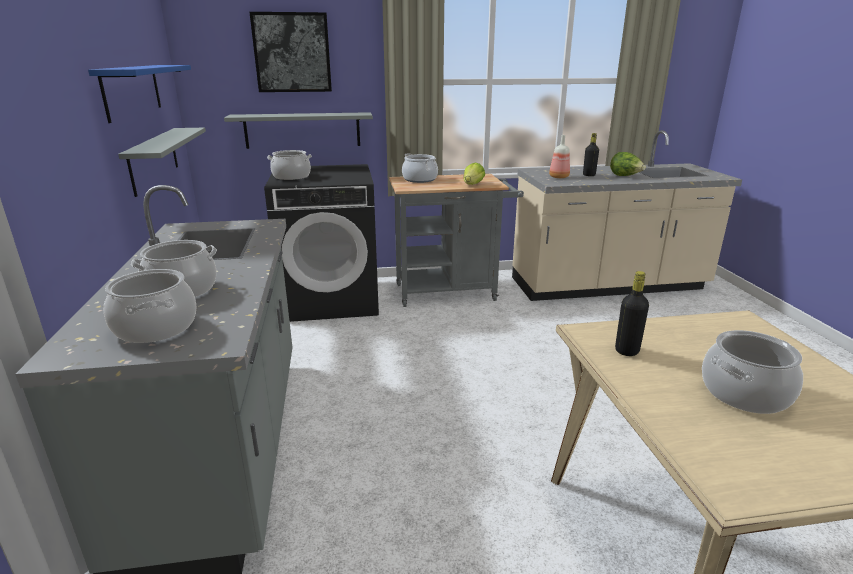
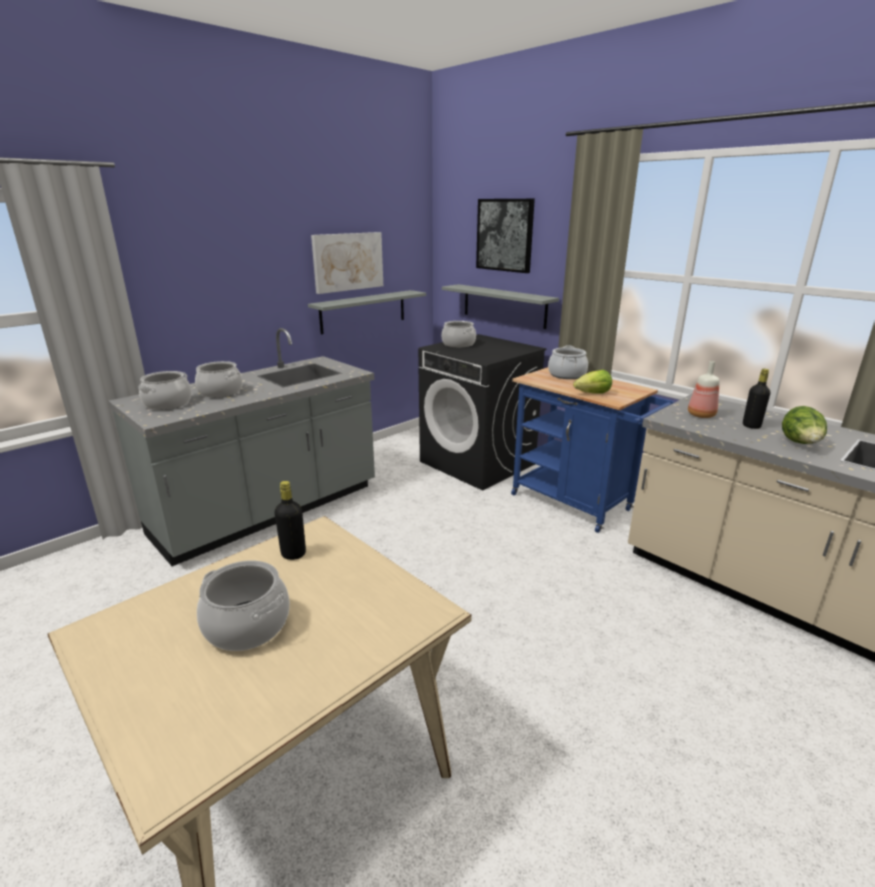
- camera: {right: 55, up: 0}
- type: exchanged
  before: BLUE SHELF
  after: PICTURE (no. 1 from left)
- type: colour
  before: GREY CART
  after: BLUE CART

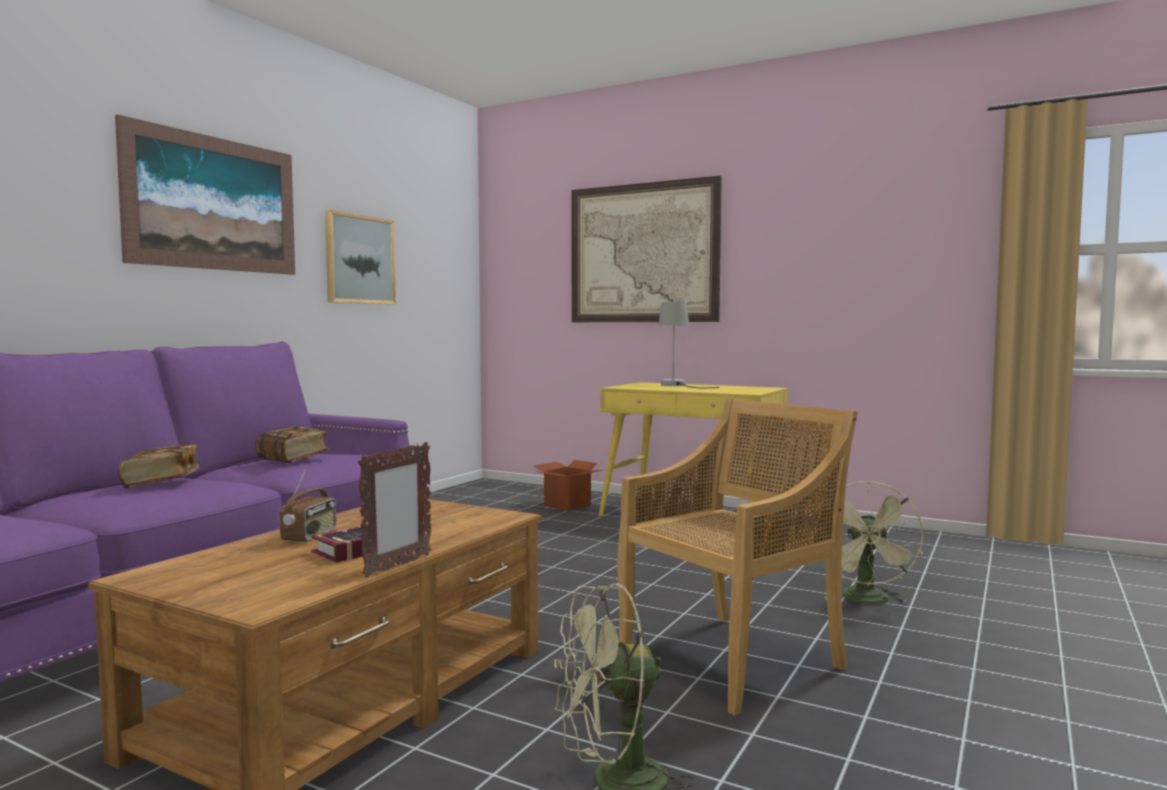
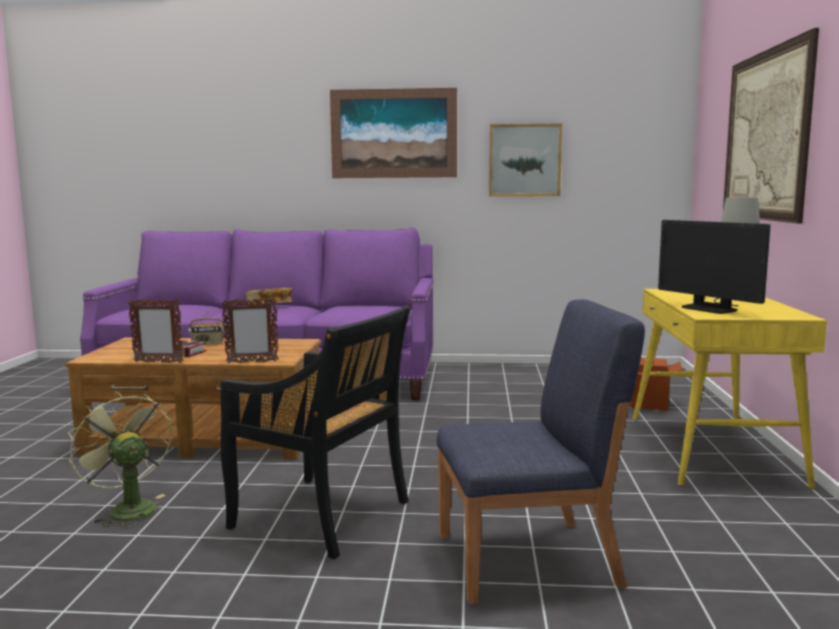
- camera: {right: 65, up: 5}
- type: appeared
  after: PICTURE FRAME (no. 2 from left)
- type: colour
  before: BEIGE CHAIR
  after: BLACK CHAIR
- type: exchanged
  before: GREEN FAN (no. 2 from left)
  after: BLUE CHAIR
- type: appeared
  after: MONITOR
- type: missing
  before: BOOK (no. 2 from left)

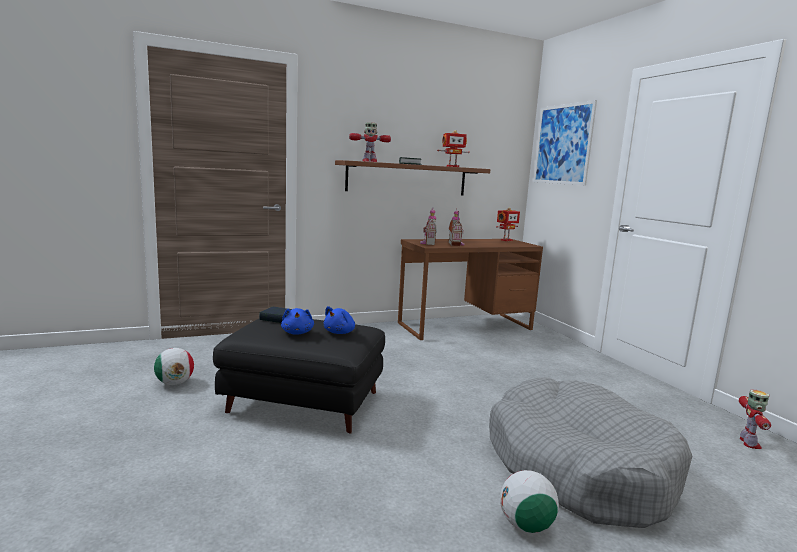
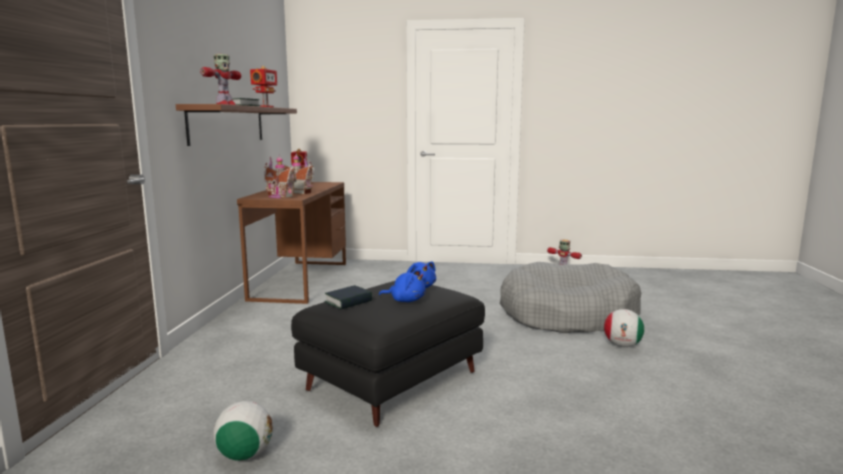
- camera: {right: -60, up: 0}
- type: missing
  before: PICTURE

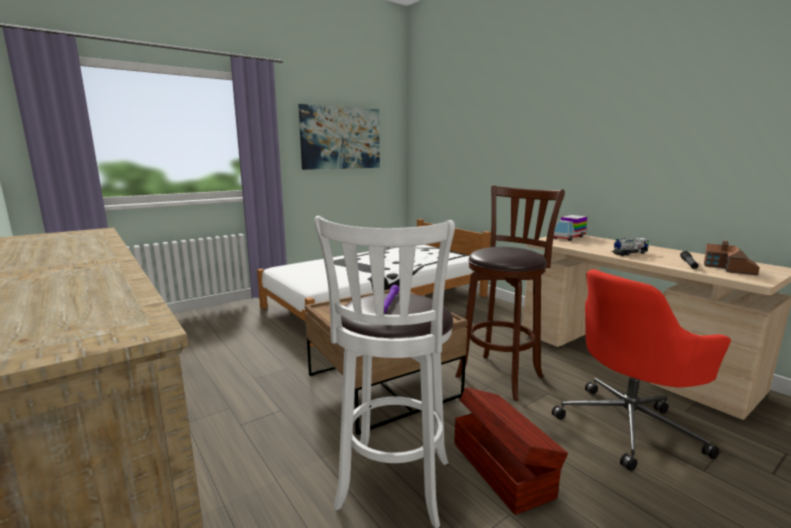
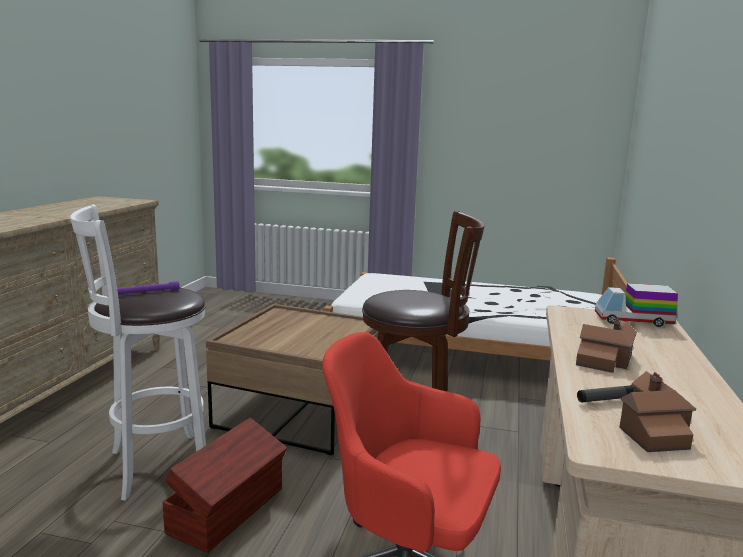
- camera: {right: 50, up: 0}
- type: exchanged
  before: TOY TRUCK (no. 2 from left)
  after: TOY HOUSE (no. 1 from left)
- type: missing
  before: PICTURE

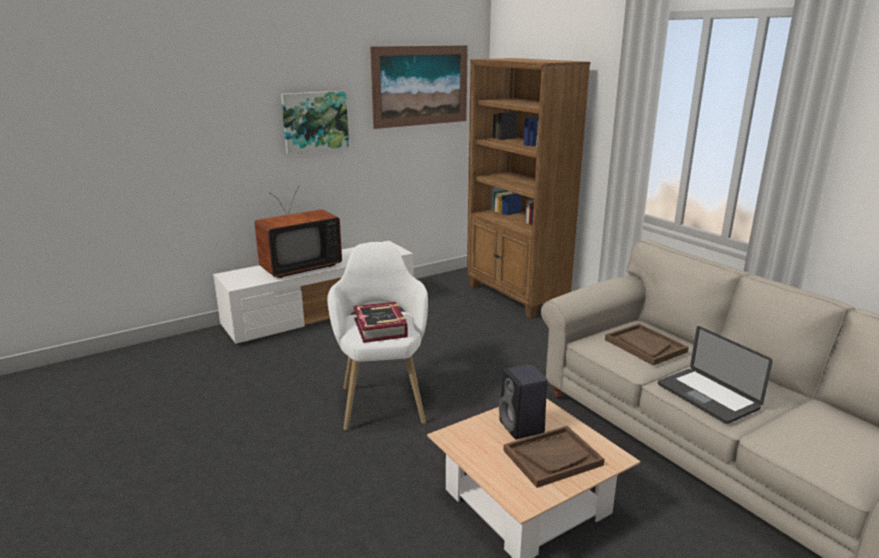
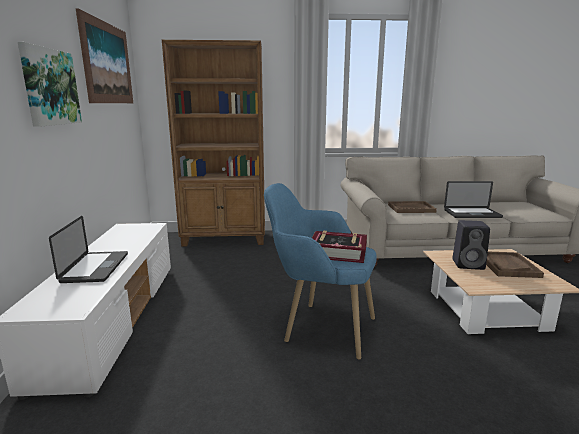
- camera: {right: -60, up: -5}
- type: exchanged
  before: TELEVISION
  after: LAPTOP (no. 1 from left)
- type: colour
  before: WHITE ARMCHAIR
  after: BLUE ARMCHAIR

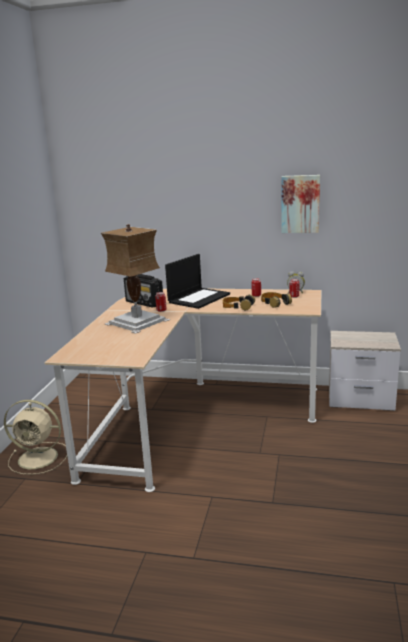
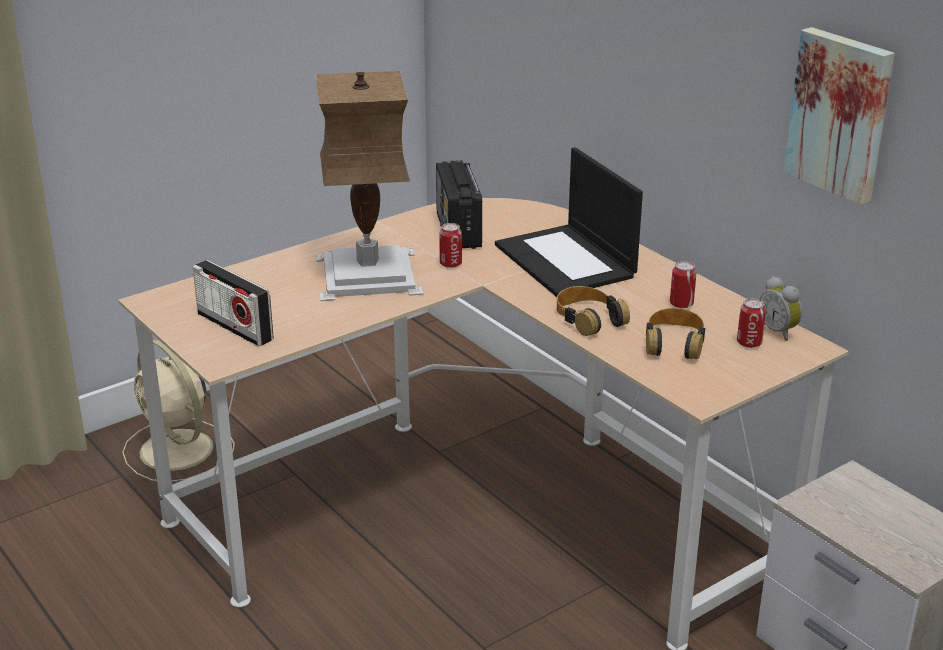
- camera: {right: 40, up: 10}
- type: appeared
  after: RADIO (no. 1 from left)
- type: spun
  before: LAPTOP
  turn: 75

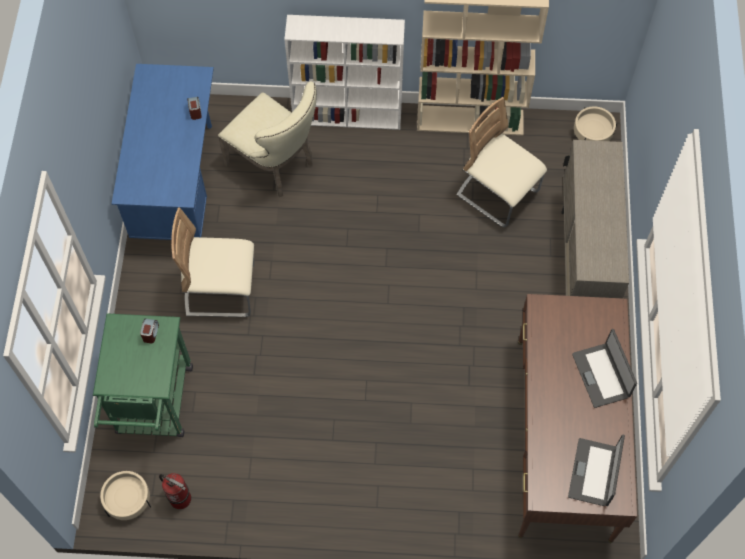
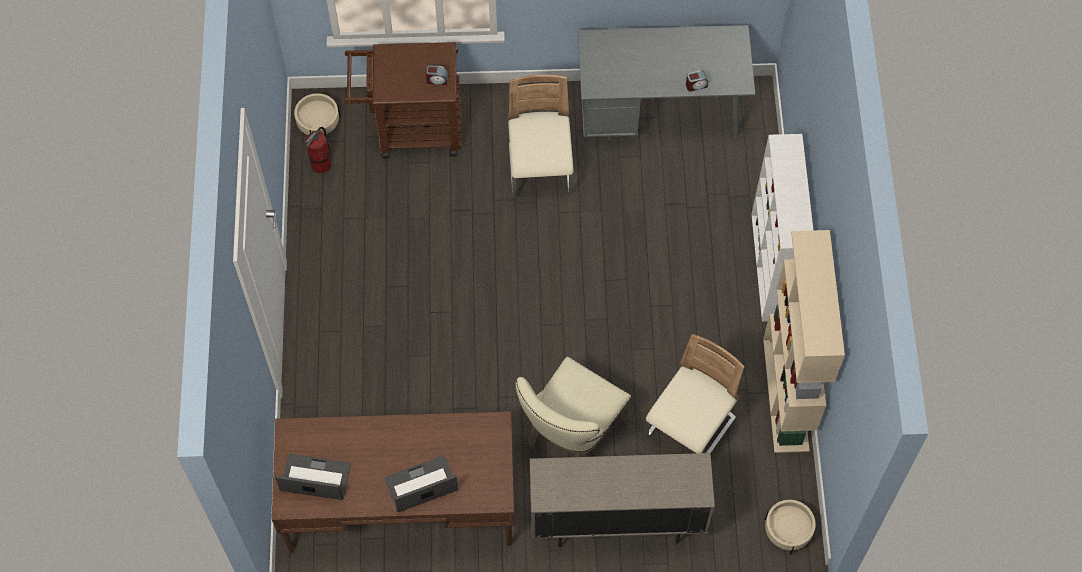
- camera: {right: 85, up: 0}
- type: colour
  before: GREEN CART
  after: BROWN CART
- type: relocated
  before: BEIGE CHAIR (no. 2 from left)
- type: colour
  before: BLUE DESK
  after: GREY DESK

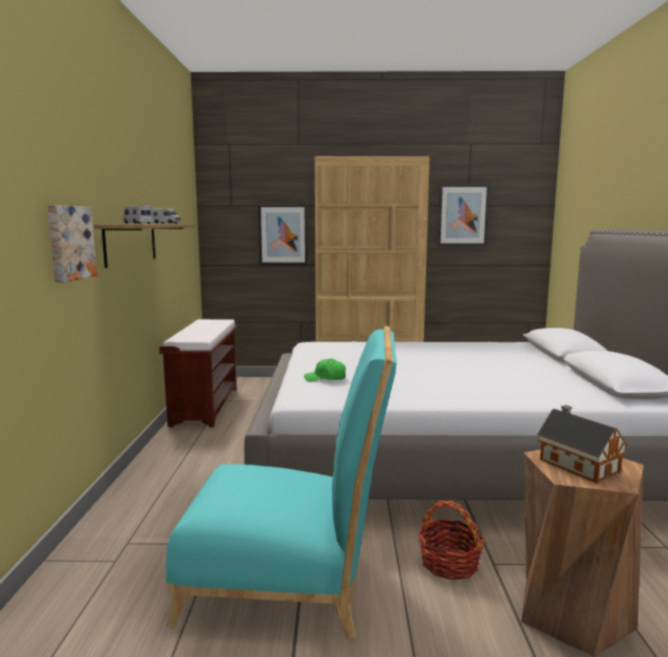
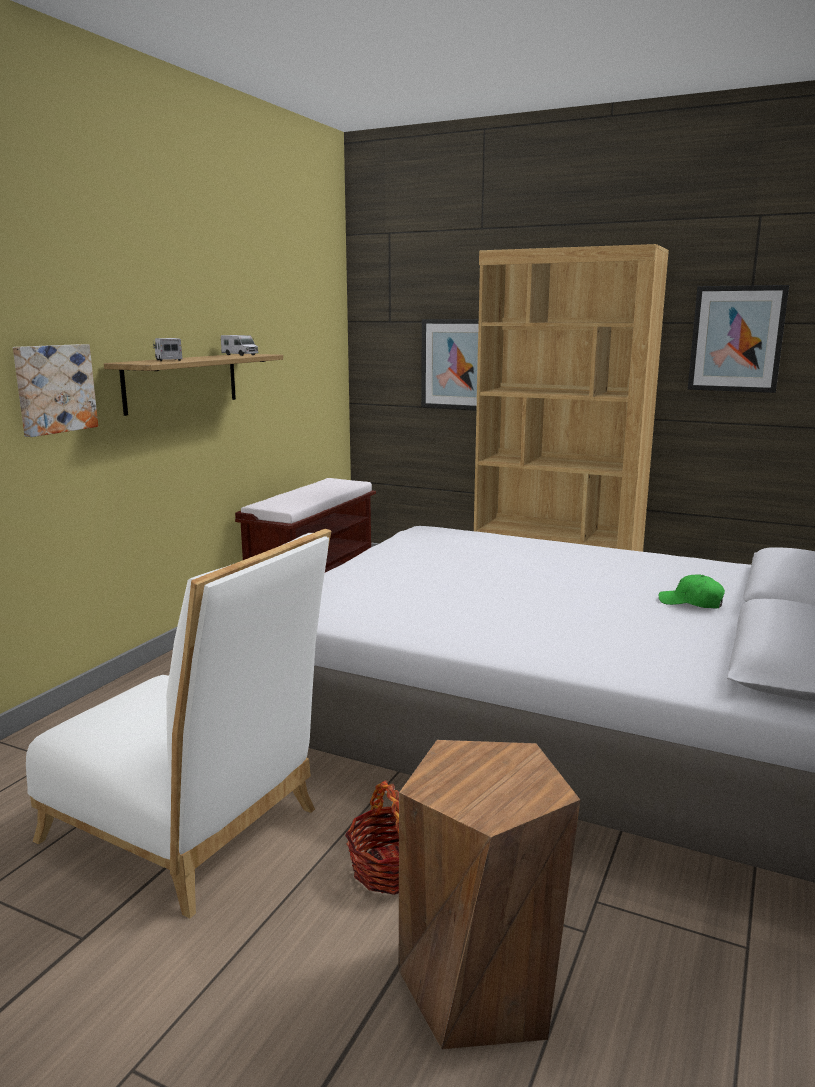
- camera: {right: 25, up: 5}
- type: colour
  before: TURQUOISE CHAIR
  after: WHITE CHAIR
- type: relocated
  before: GREEN CAP
- type: missing
  before: TOY HOUSE

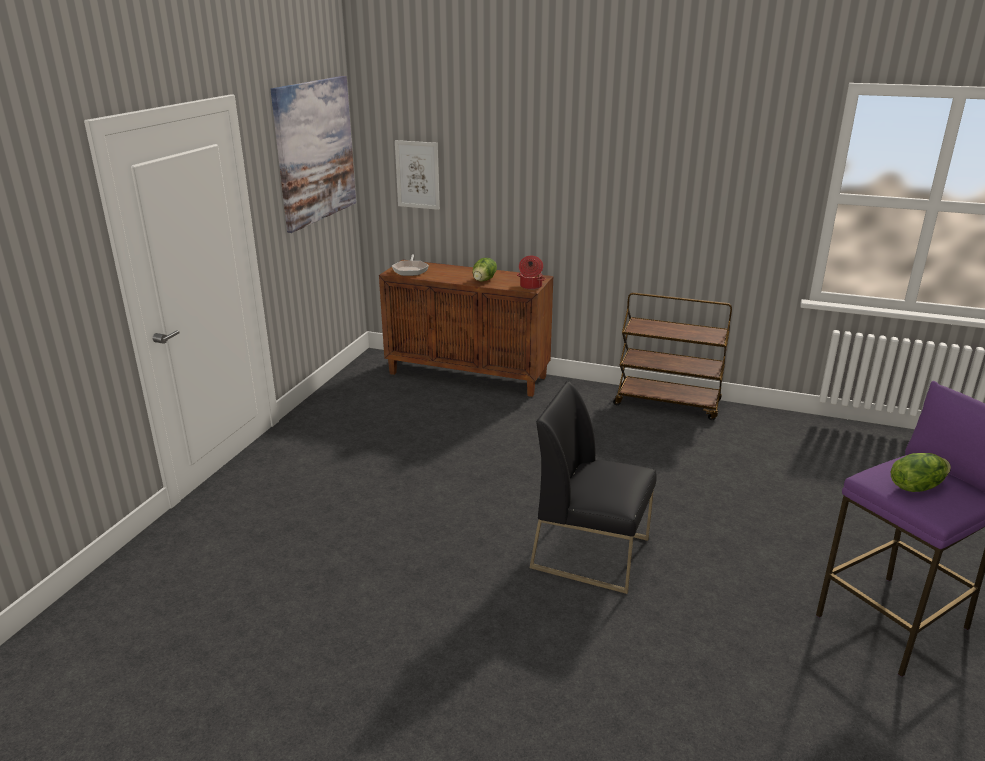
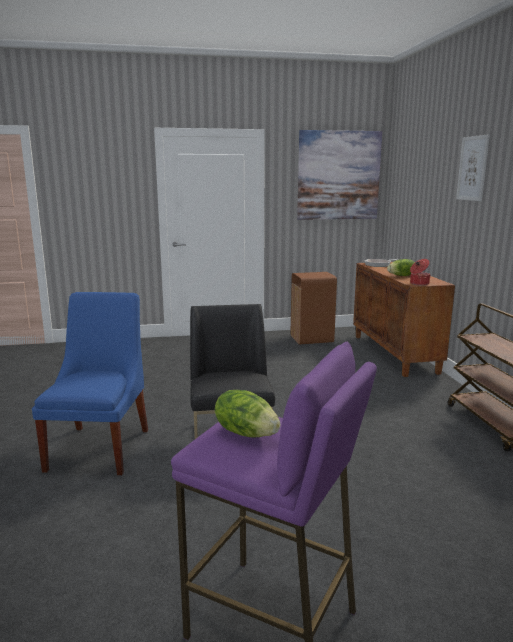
- camera: {right: 60, up: -10}
- type: appeared
  after: BLUE CHAIR
- type: appeared
  after: BROWN TRASH CAN
- type: relocated
  before: PICTURE (no. 2 from left)

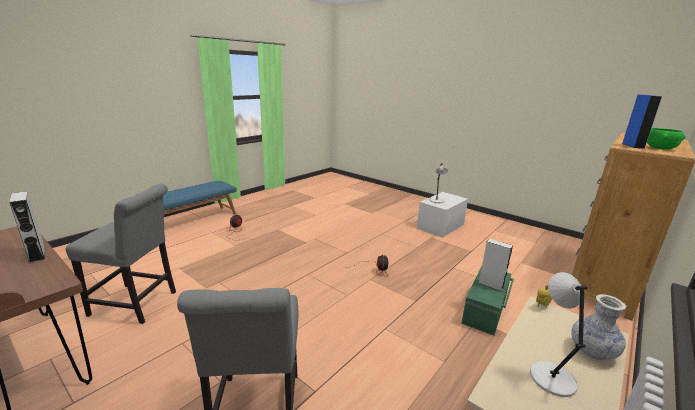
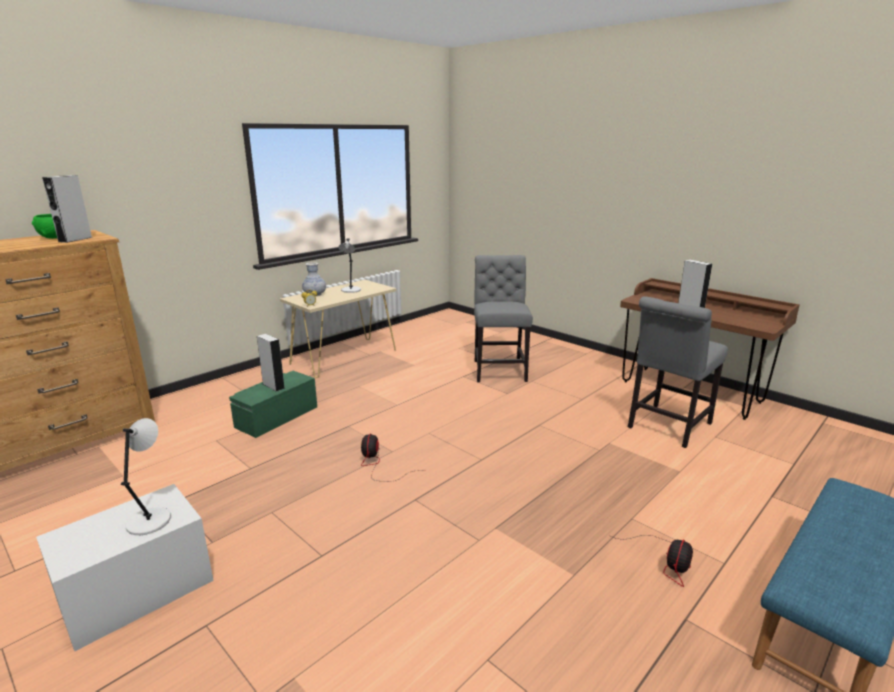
- camera: {right: -175, up: 0}
- type: colour
  before: BLUE SPEAKER
  after: GREY SPEAKER (no. 1 from left)
- type: spun
  before: GREY CHAIR (no. 1 from left in the first image)
  turn: -60

